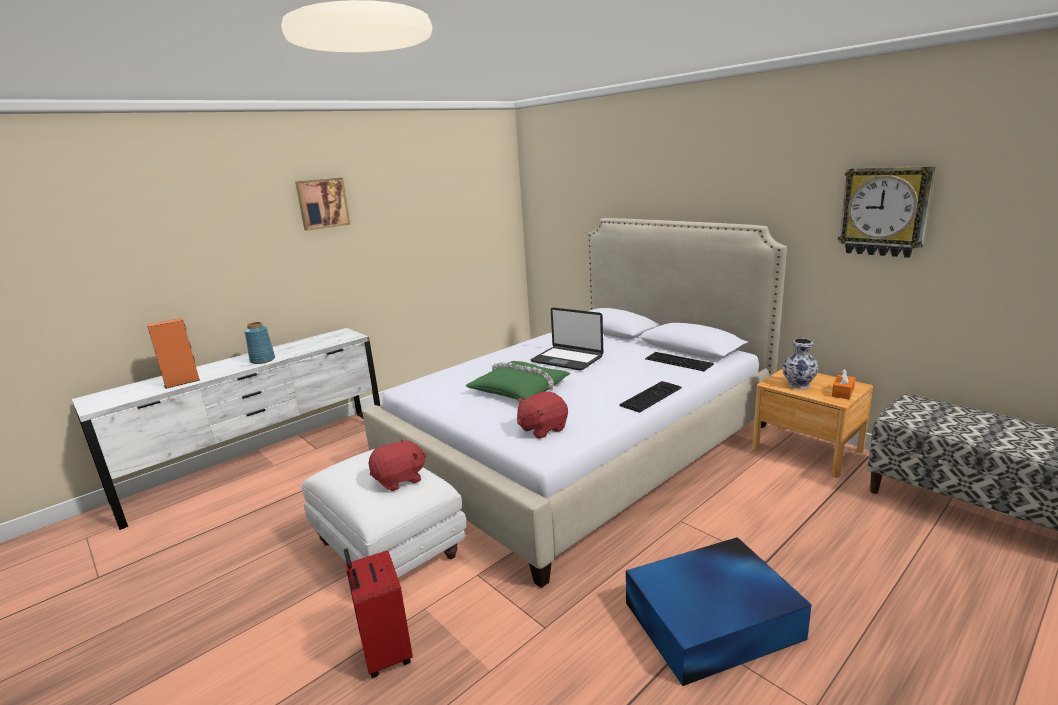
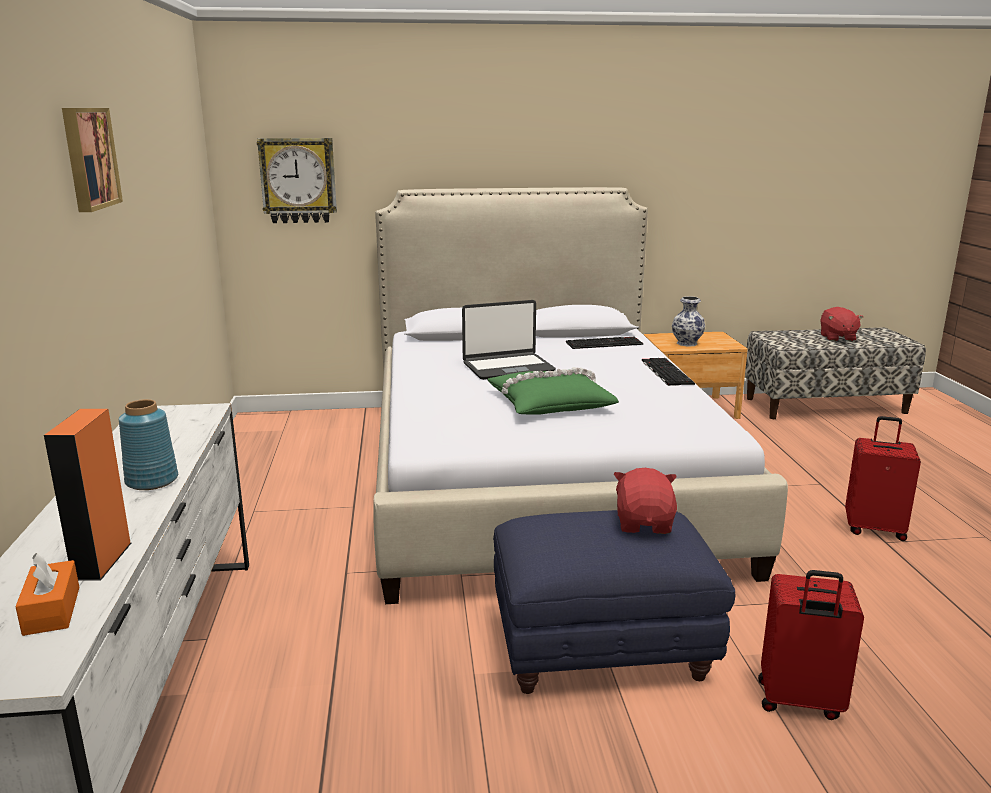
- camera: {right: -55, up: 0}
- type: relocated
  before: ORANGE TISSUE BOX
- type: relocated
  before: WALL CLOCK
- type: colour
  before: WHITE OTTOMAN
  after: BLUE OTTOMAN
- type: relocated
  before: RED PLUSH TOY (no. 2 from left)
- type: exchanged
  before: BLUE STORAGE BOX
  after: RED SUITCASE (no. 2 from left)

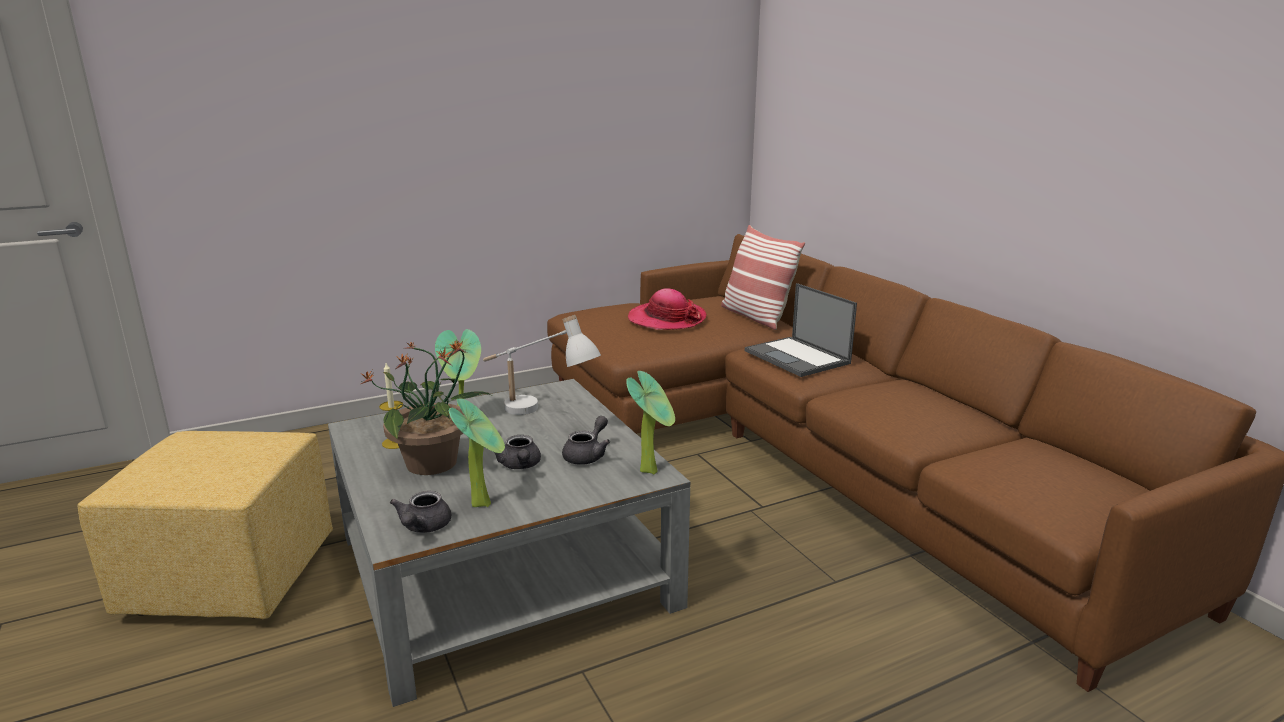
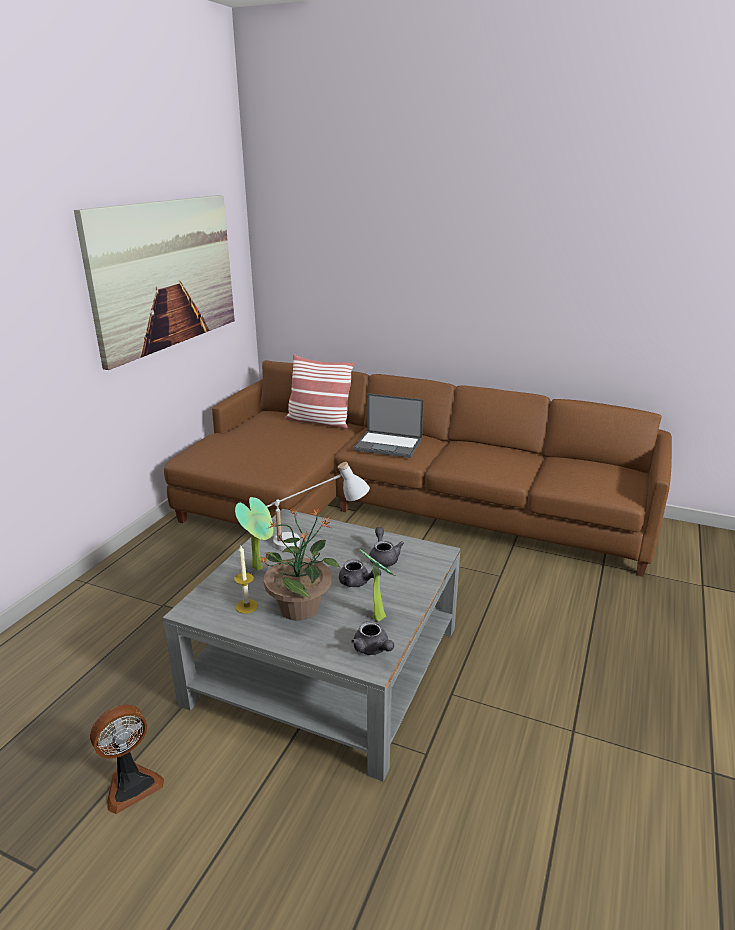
- camera: {right: -40, up: 5}
- type: appeared
  after: PICTURE
- type: exchanged
  before: YELLOW OTTOMAN
  after: FAN
- type: missing
  before: POTTED PLANT (no. 4 from left)
- type: missing
  before: HAT

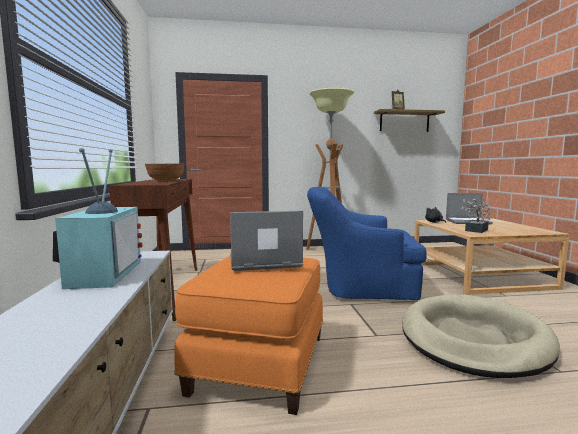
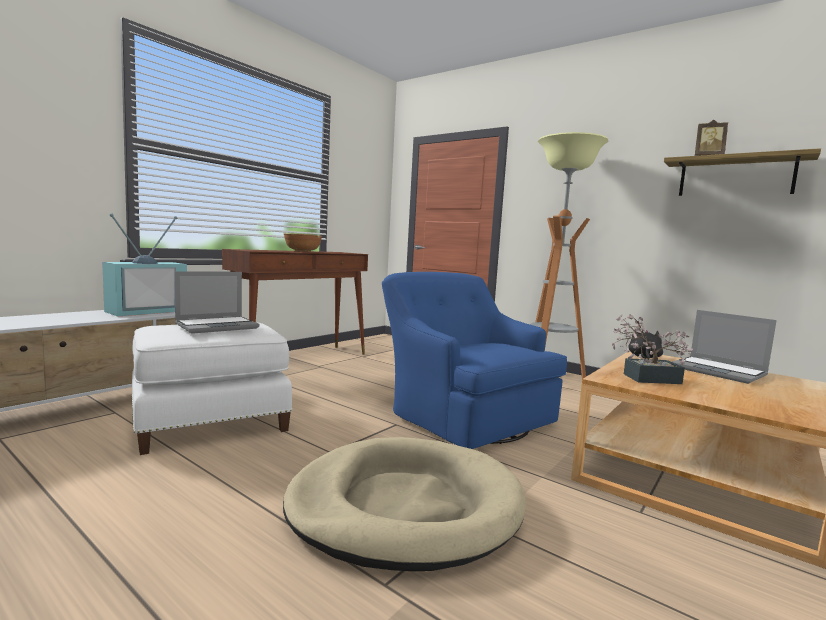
- camera: {right: 45, up: 0}
- type: colour
  before: ORANGE OTTOMAN
  after: WHITE OTTOMAN
- type: spun
  before: LAPTOP (no. 1 from left)
  turn: 105

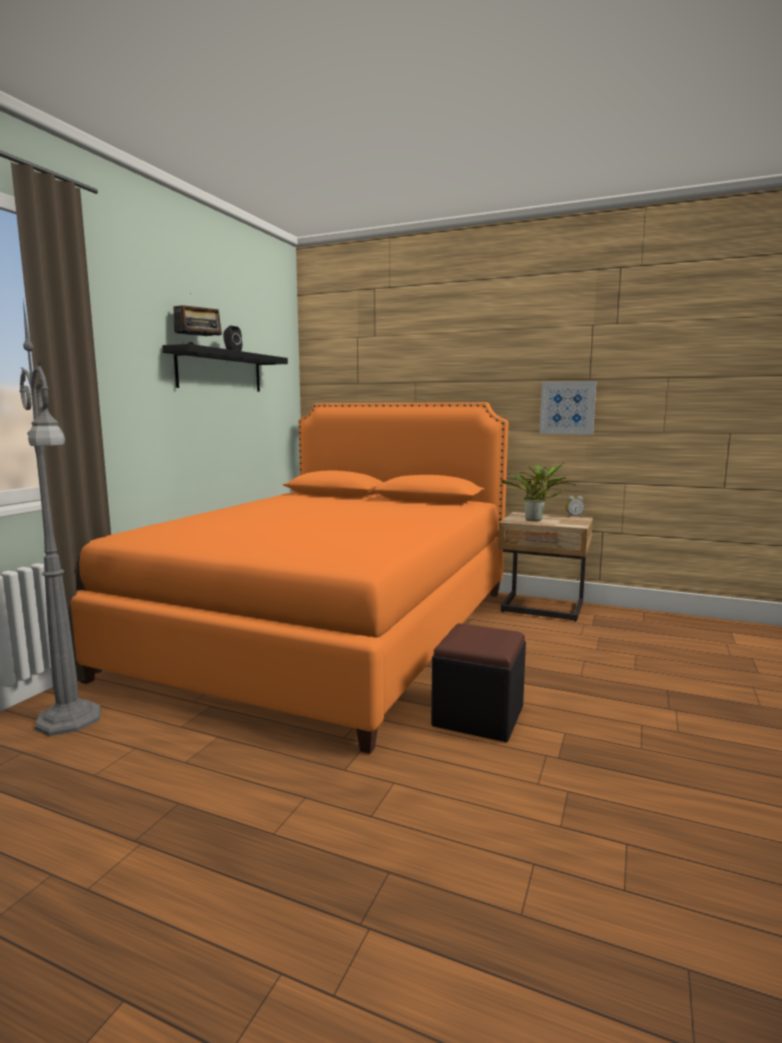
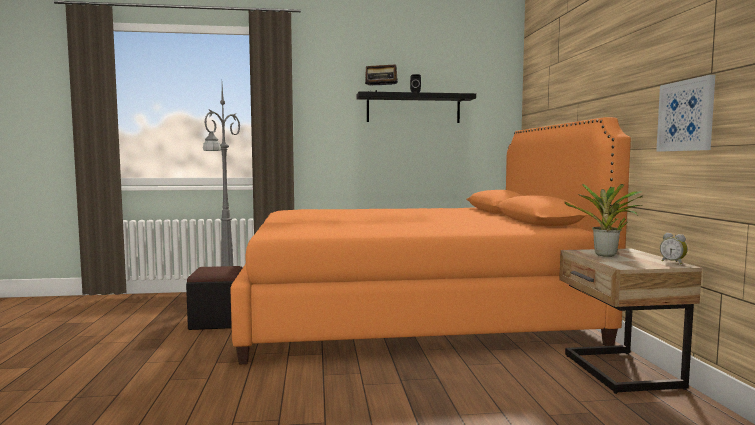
- camera: {right: 60, up: -5}
- type: relocated
  before: BLACK OTTOMAN

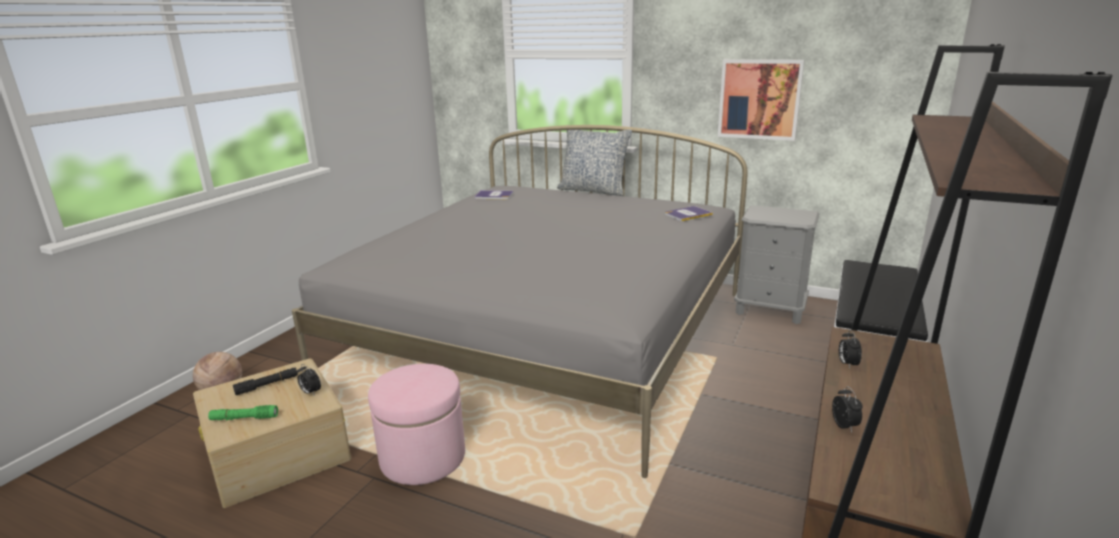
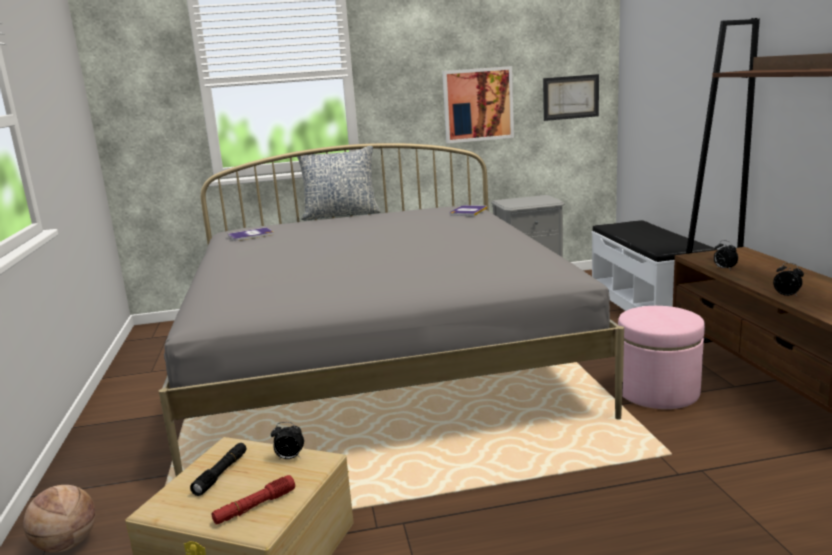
- camera: {right: -35, up: -5}
- type: colour
  before: GREEN FLASHLIGHT
  after: RED FLASHLIGHT
- type: appeared
  after: PICTURE (no. 2 from left)
- type: relocated
  before: PINK OTTOMAN

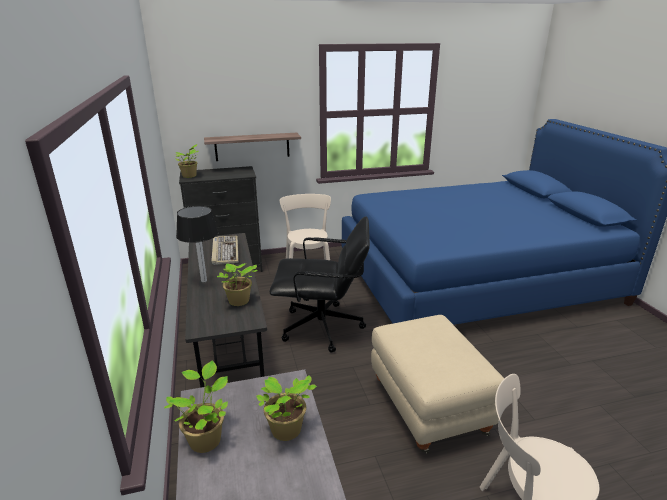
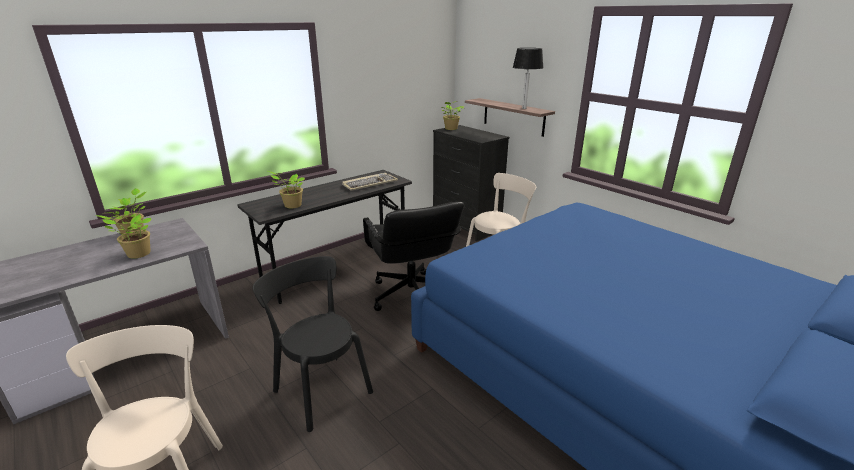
- camera: {right: 65, up: 0}
- type: exchanged
  before: BEIGE OTTOMAN
  after: BLACK CHAIR
- type: relocated
  before: TABLE LAMP

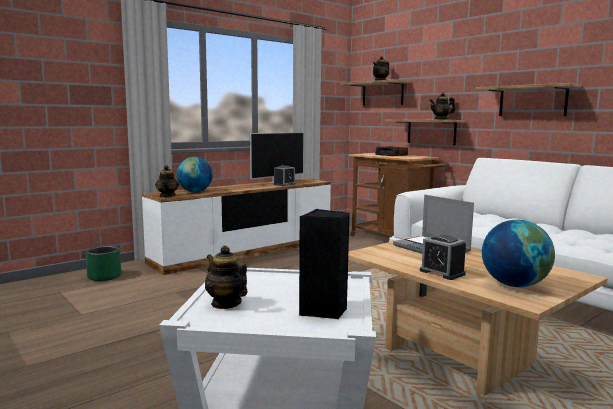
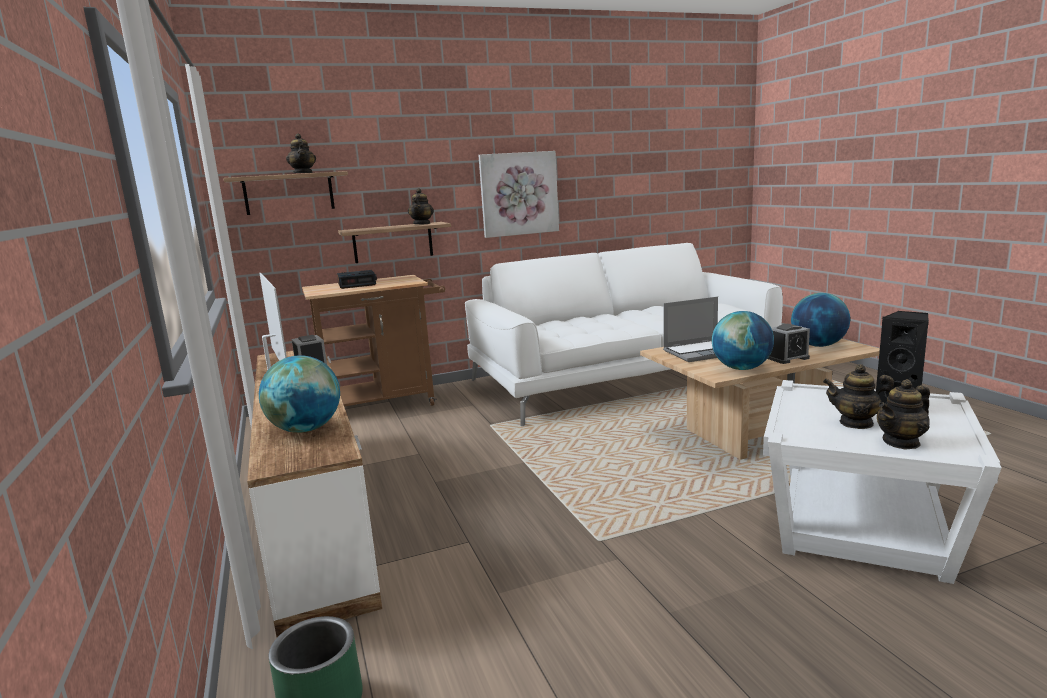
- camera: {right: -70, up: 5}
- type: exchanged
  before: SHELF (no. 3 from left)
  after: PICTURE
- type: appeared
  after: GLOBE (no. 2 from left)
- type: relocated
  before: TEAPOT (no. 1 from left in the first image)
  after: TEAPOT (no. 3 from left)

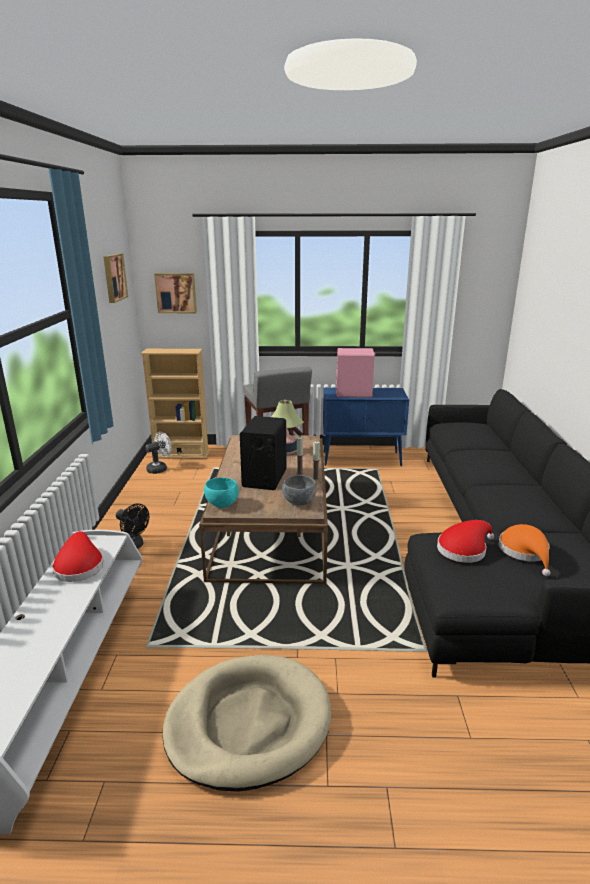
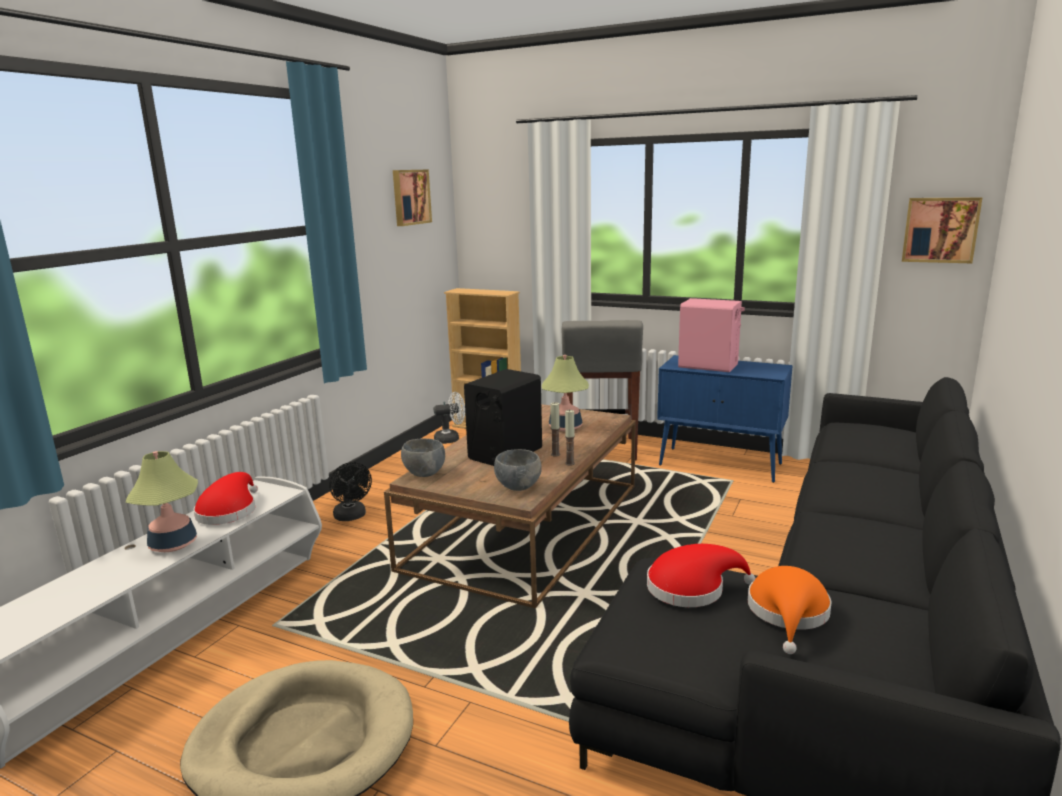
- camera: {right: 25, up: -5}
- type: appeared
  after: TABLE LAMP (no. 1 from left)
- type: colour
  before: TURQUOISE BOWL
  after: GREY BOWL (no. 1 from left)
- type: relocated
  before: PICTURE (no. 2 from left)

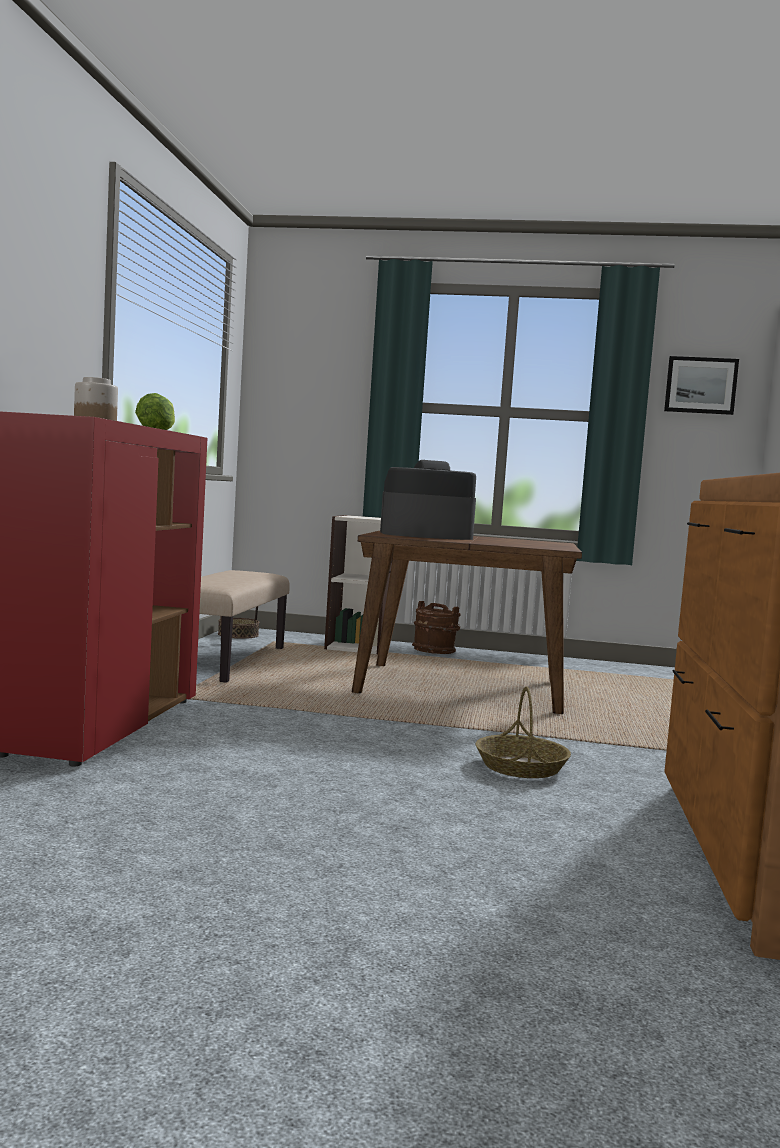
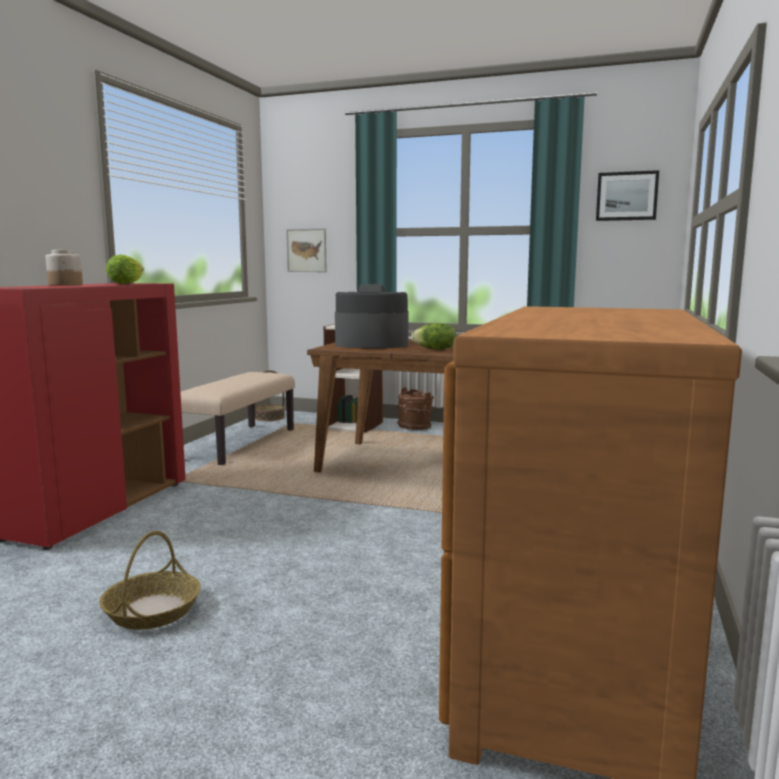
- camera: {right: 10, up: 5}
- type: relocated
  before: BASKET (no. 2 from left in the first image)
  after: BASKET (no. 1 from left)
- type: appeared
  after: PICTURE (no. 1 from left)
- type: appeared
  after: LETTUCE (no. 2 from left)

